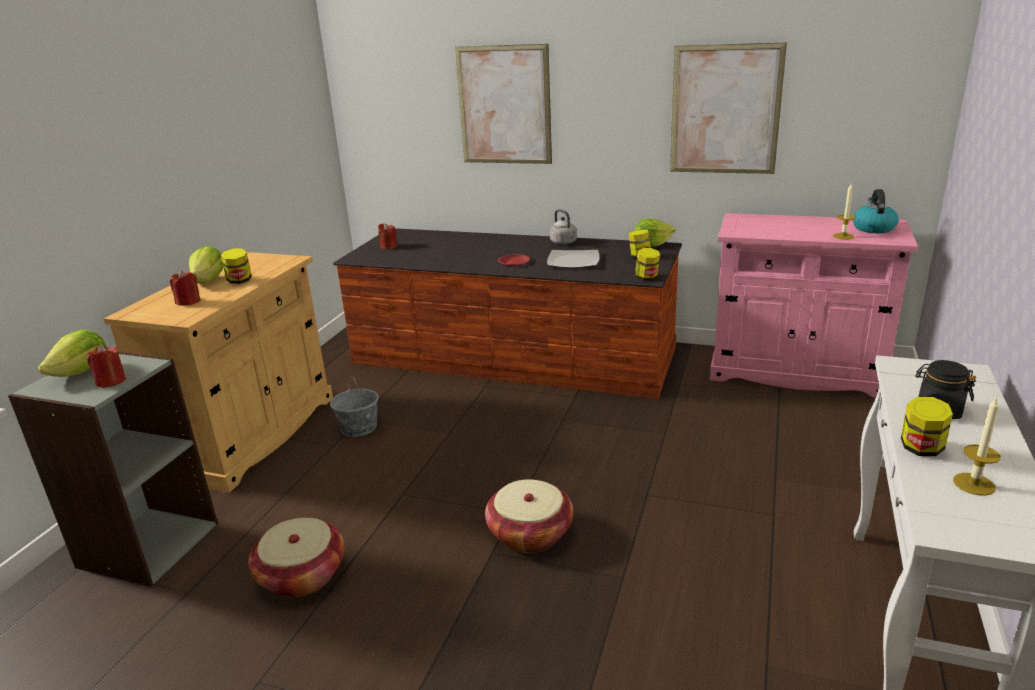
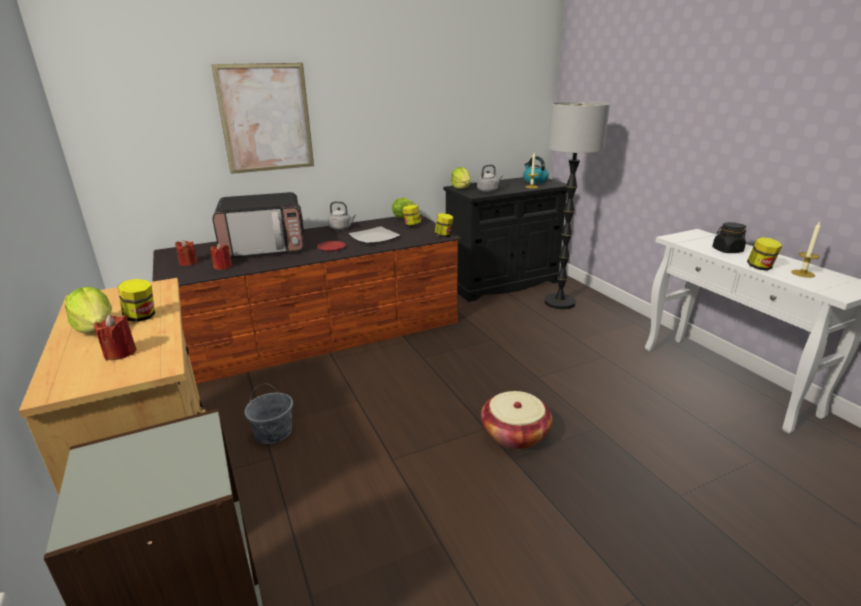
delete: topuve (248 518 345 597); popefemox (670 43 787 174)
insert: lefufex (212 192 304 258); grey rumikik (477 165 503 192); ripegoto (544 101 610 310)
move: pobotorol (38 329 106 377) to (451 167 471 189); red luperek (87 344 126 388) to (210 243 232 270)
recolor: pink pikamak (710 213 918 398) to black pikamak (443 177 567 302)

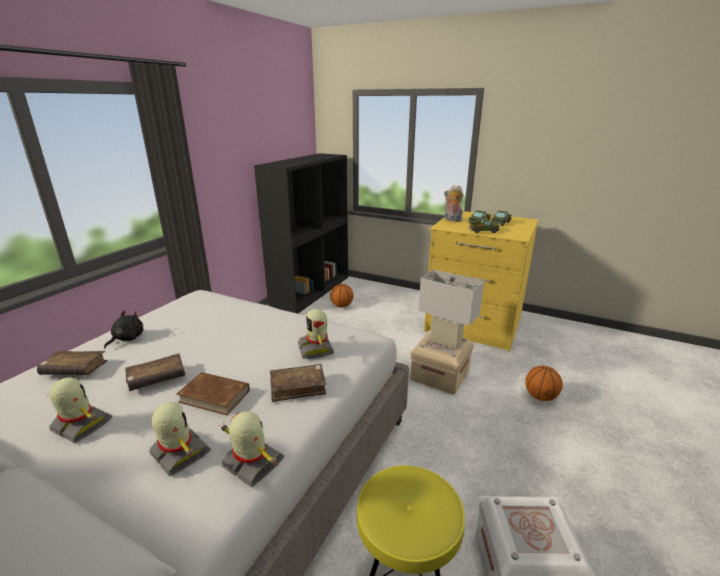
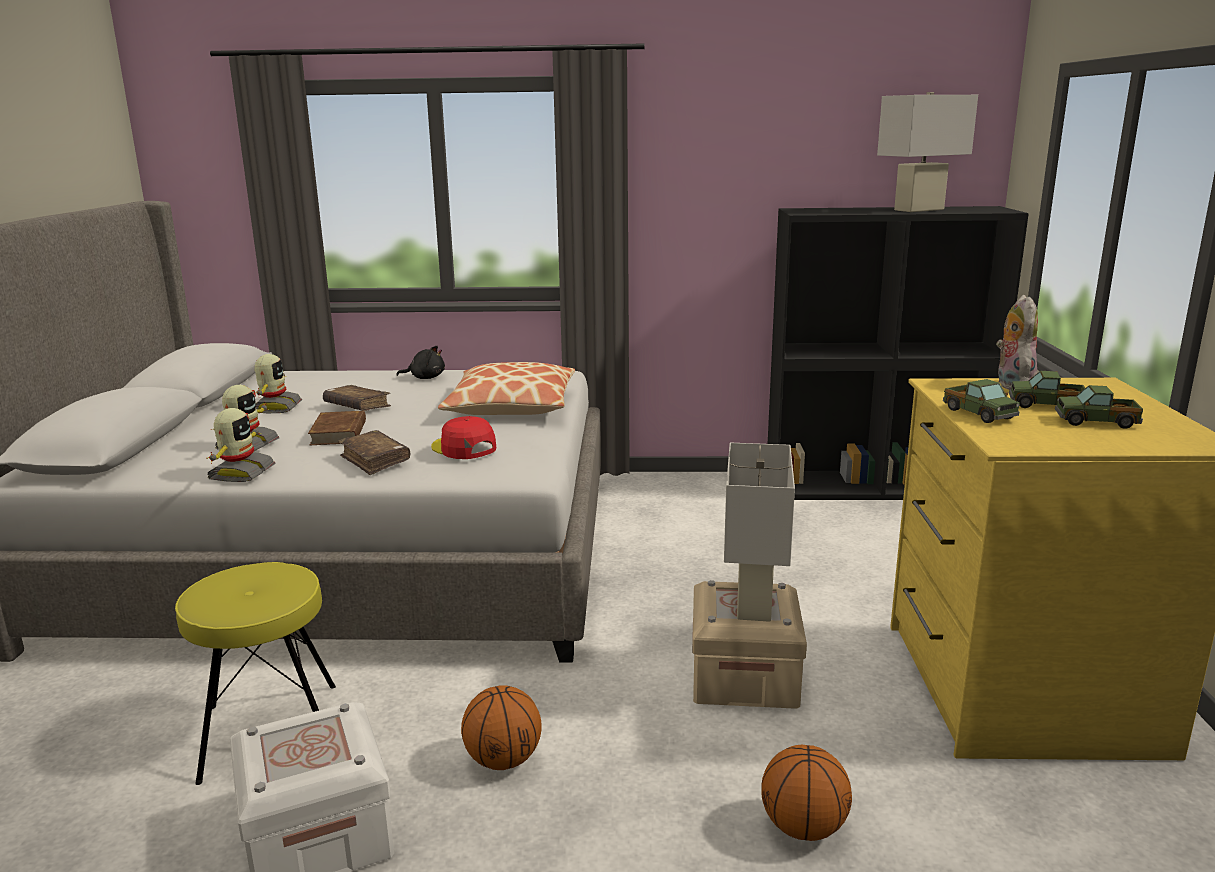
delete: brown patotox (37 351 108 375)
insert: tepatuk (438 362 575 415); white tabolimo (877 92 978 212)
move: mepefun (330 284 354 308) to (461 685 542 770)
replace: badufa (298 309 334 359) to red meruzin (431 416 496 459)

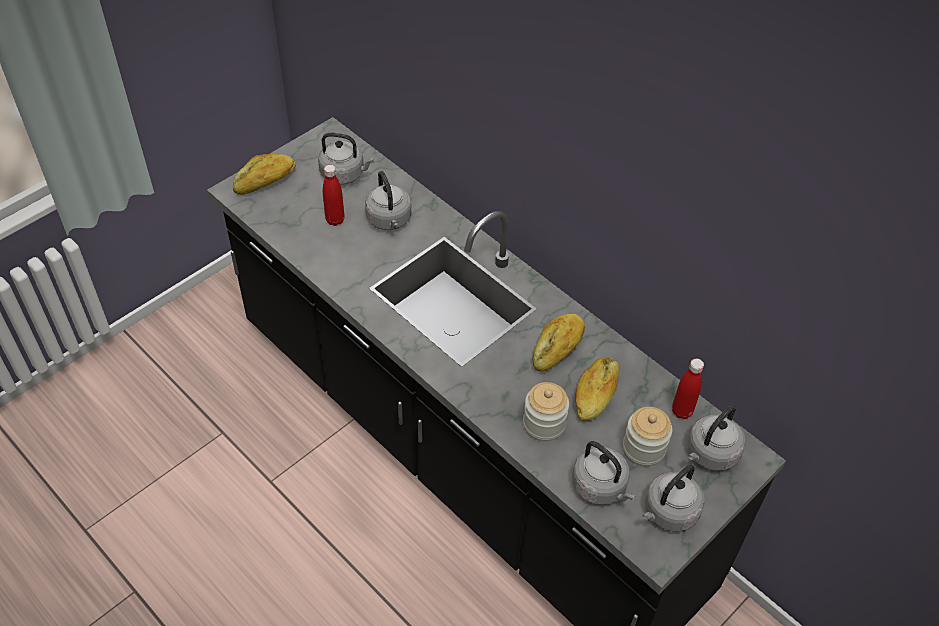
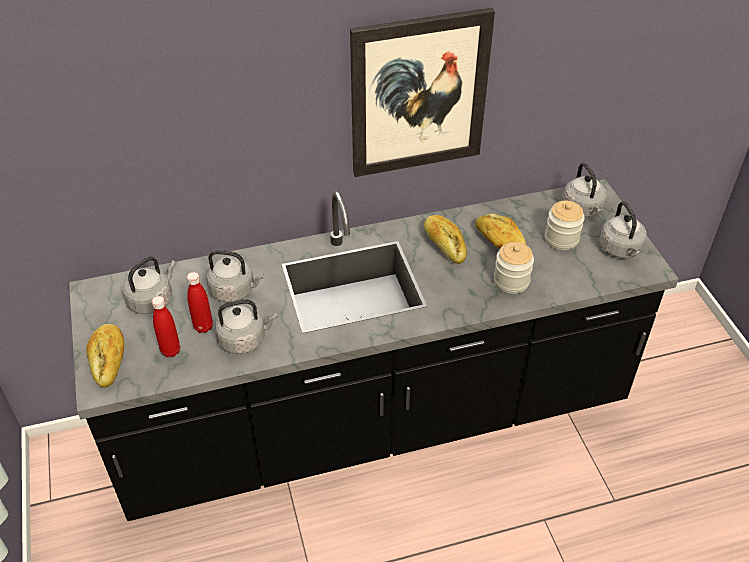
insert: popefemox (350 8 495 177)
move: grey rumikik (572 441 636 505) to (215 299 278 354); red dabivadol (672 359 704 419) to (152 296 180 357)

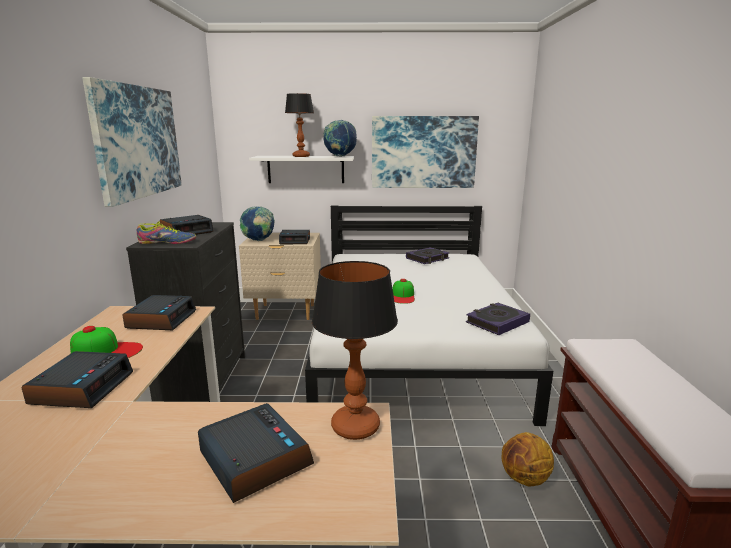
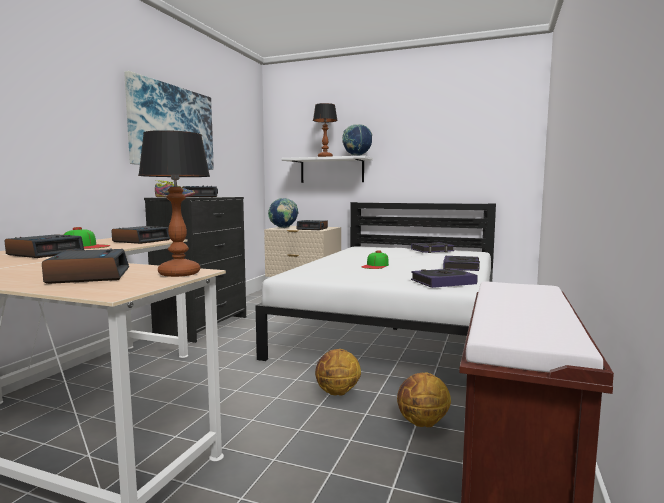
delete: popefemox (372 116 479 188)
insert: mepefun (315 349 361 396); patotox (443 256 480 271)

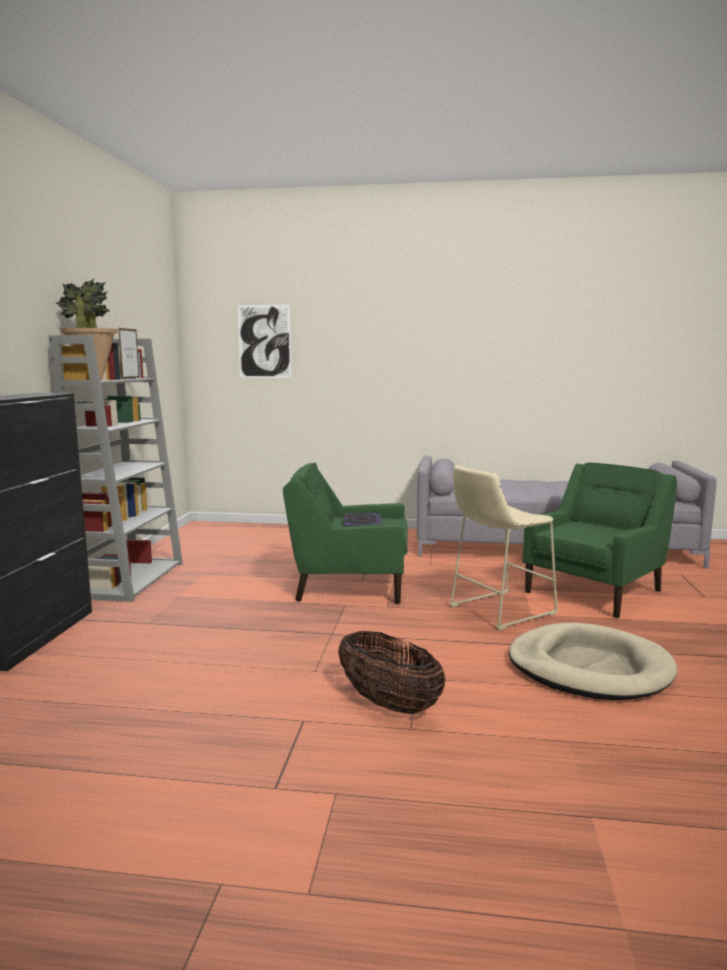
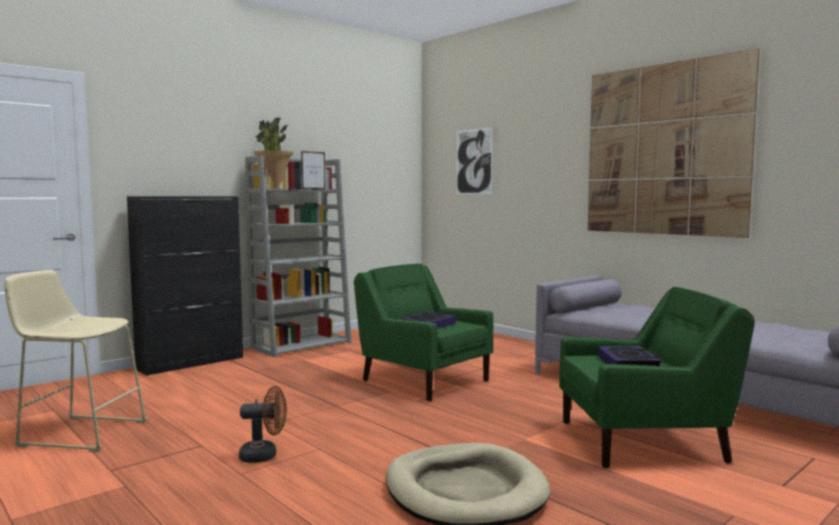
insert: popefemox (588 48 759 238); patotox (598 346 662 366)
move: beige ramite (449 465 558 631) to (4 270 147 452)
replace: topuve (338 631 446 714) to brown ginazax (239 386 287 463)

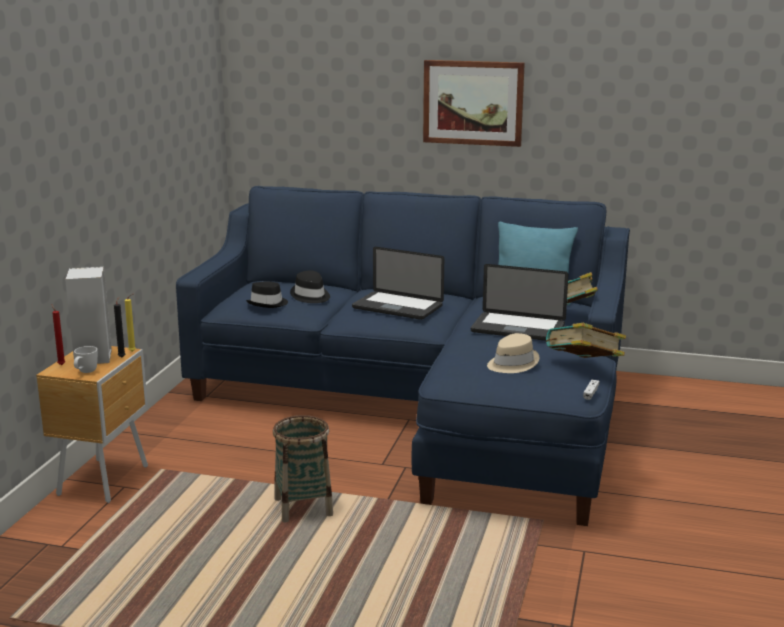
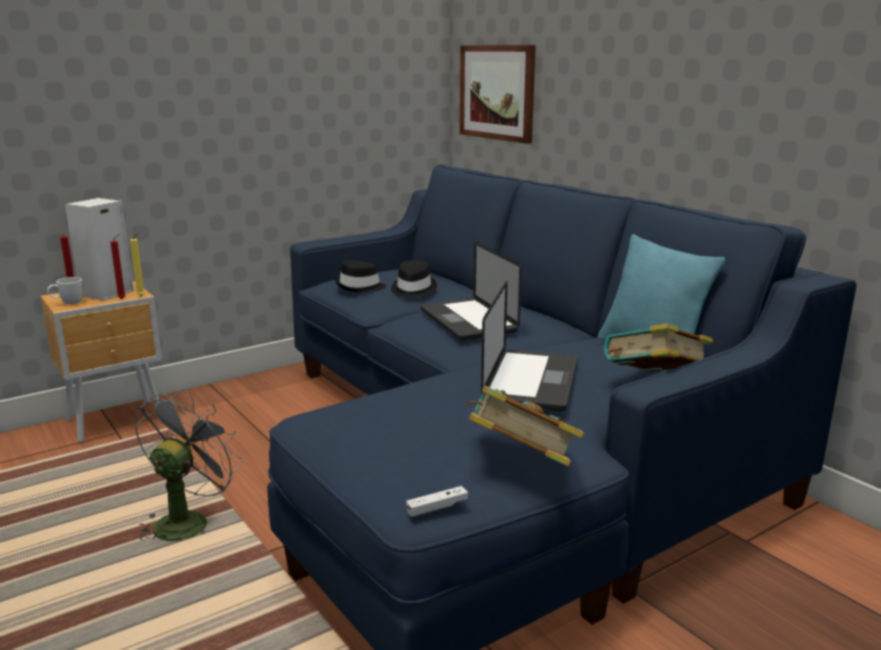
delete: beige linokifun (487 333 540 373)
move: popefemox (423 60 525 147) to (460 45 536 144)
replace: topuve (273 415 333 522) to grey ginazax (135 390 243 545)
recolor: black luperek (114 297 125 357) to red luperek (110 234 126 299)
rotate: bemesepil (471 264 569 341) = (481 281 578 411) 135 degrees counterclockwise

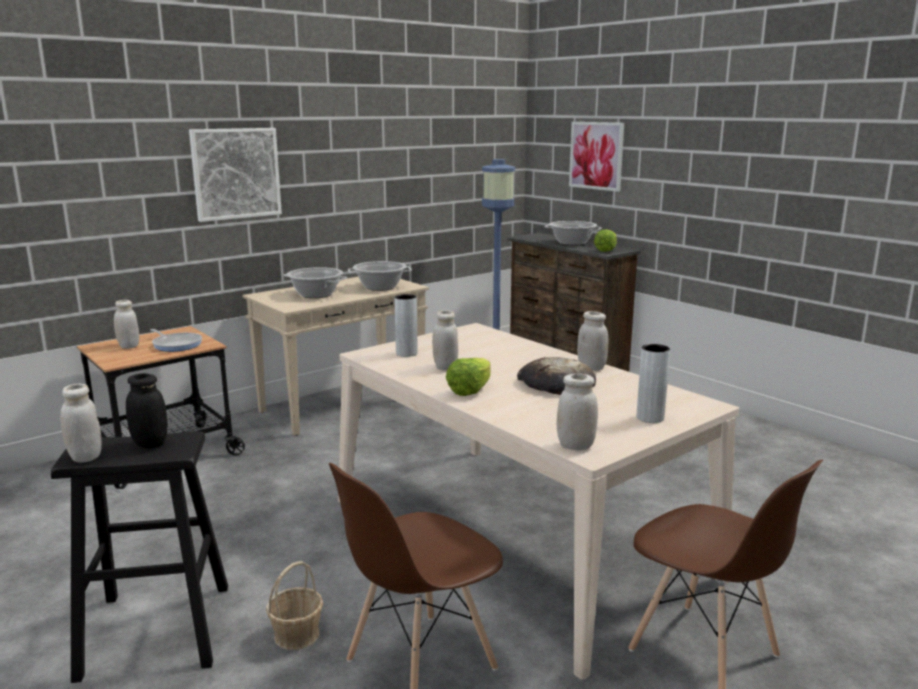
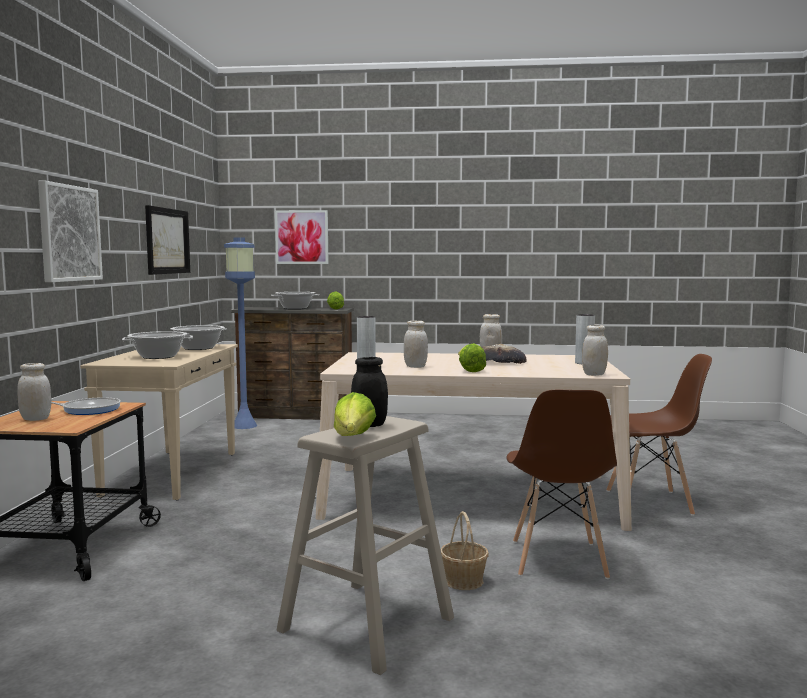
insert: popefemox (145 205 190 275)
replace: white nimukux (60 384 102 463) to pobotorol (334 392 376 436)
recolor: black ramite (51 431 228 683) to beige ramite (277 416 454 675)

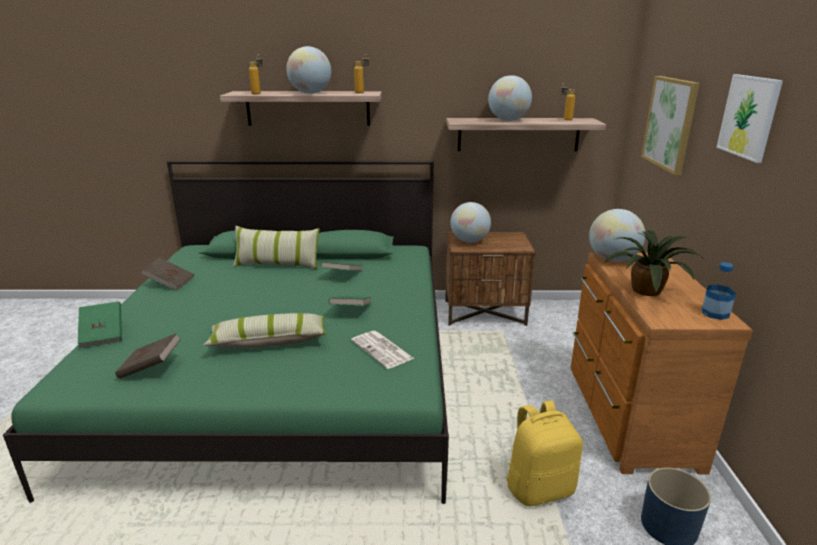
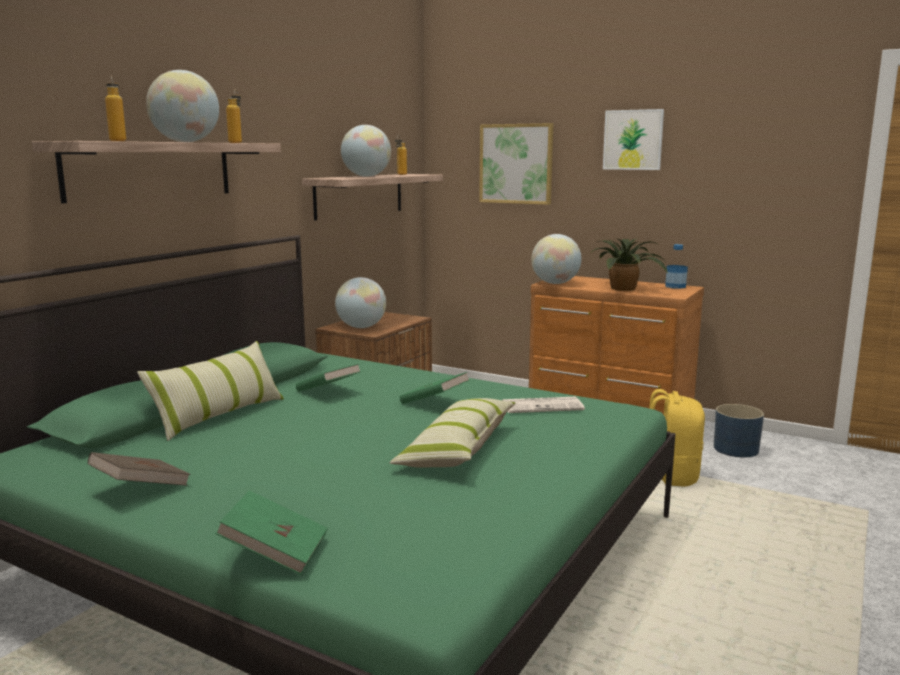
delete: brown patotox (115 333 181 379)

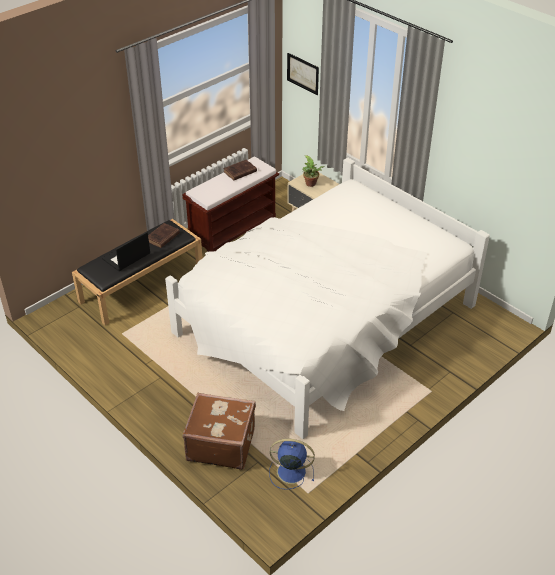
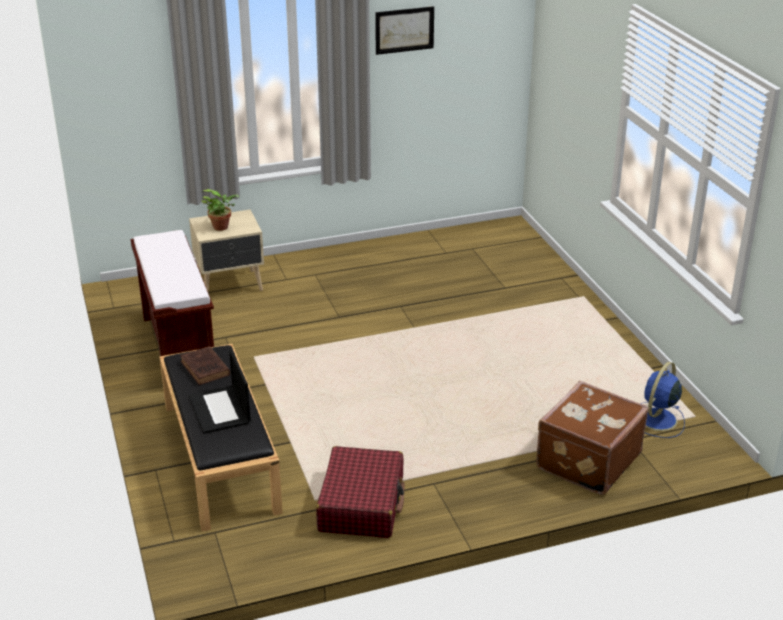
delete: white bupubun (165 158 490 439); brown patotox (223 160 257 180)
insert: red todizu (316 446 405 538)
move: popefemox (287 53 319 95) to (375 6 434 55)

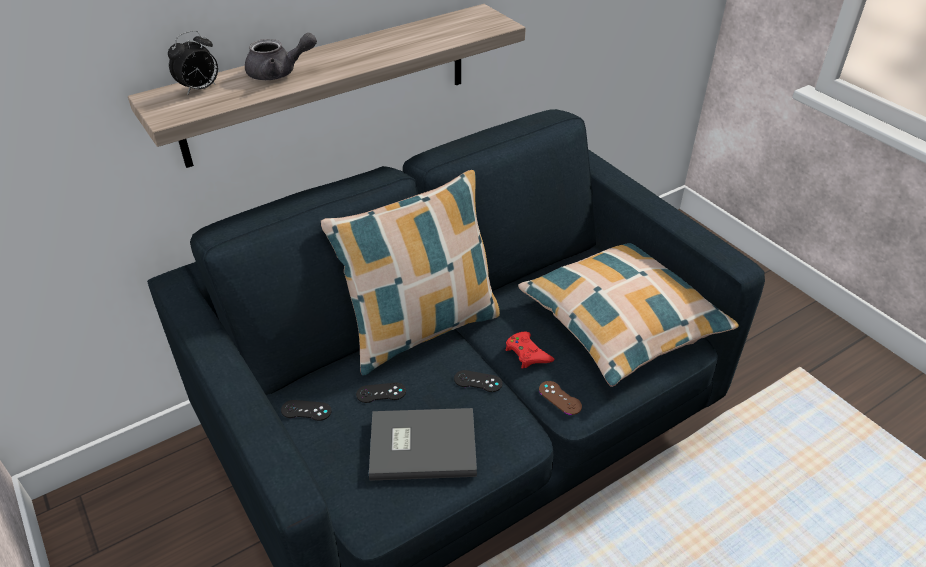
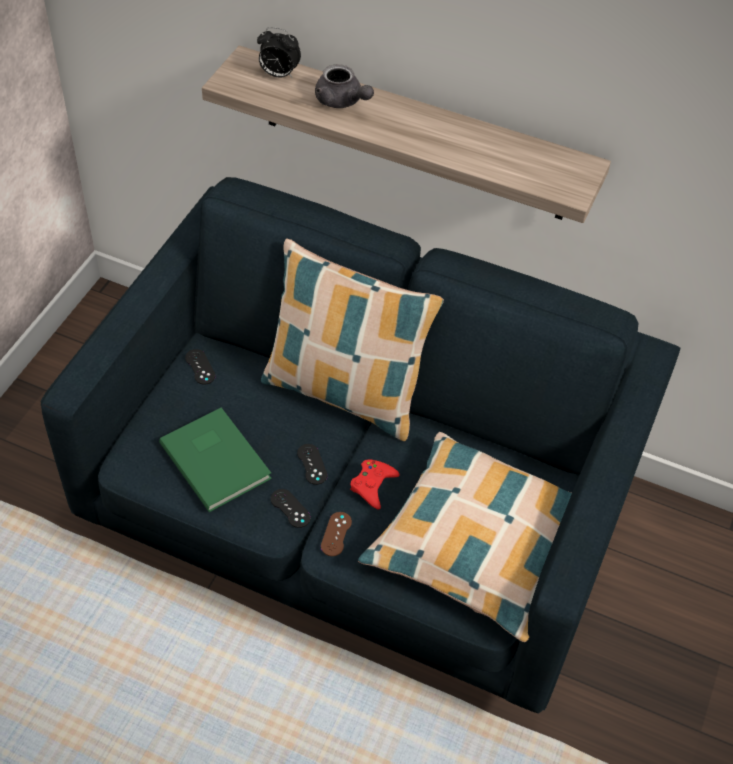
move: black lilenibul (356 383 406 403) to (271 489 311 528)
recolor: grey patotox (369 408 477 481) to green patotox (159 408 272 512)

